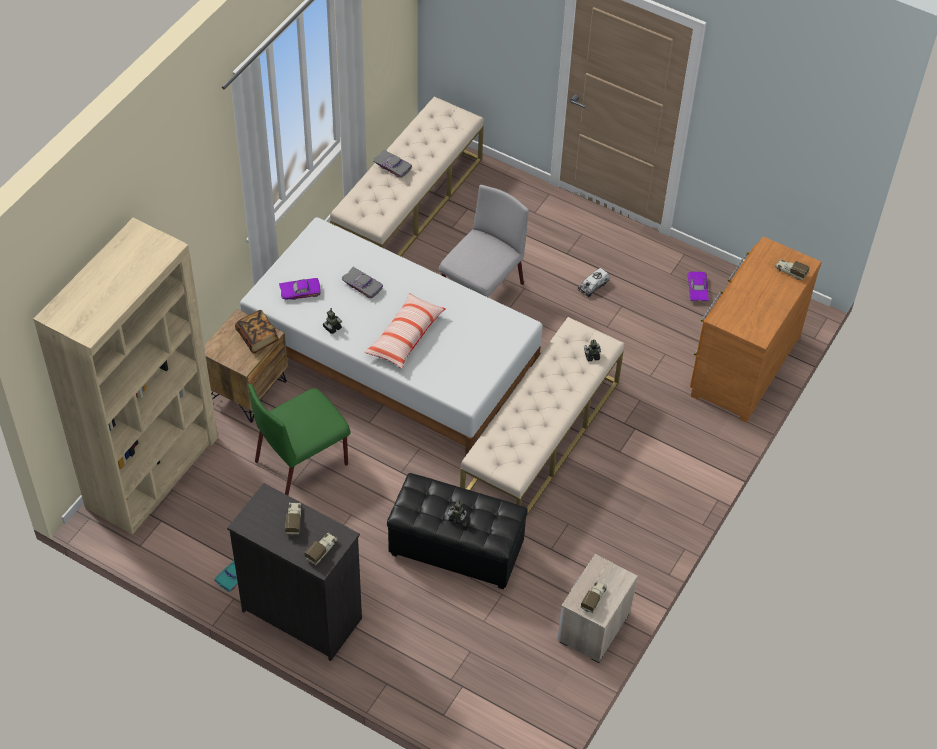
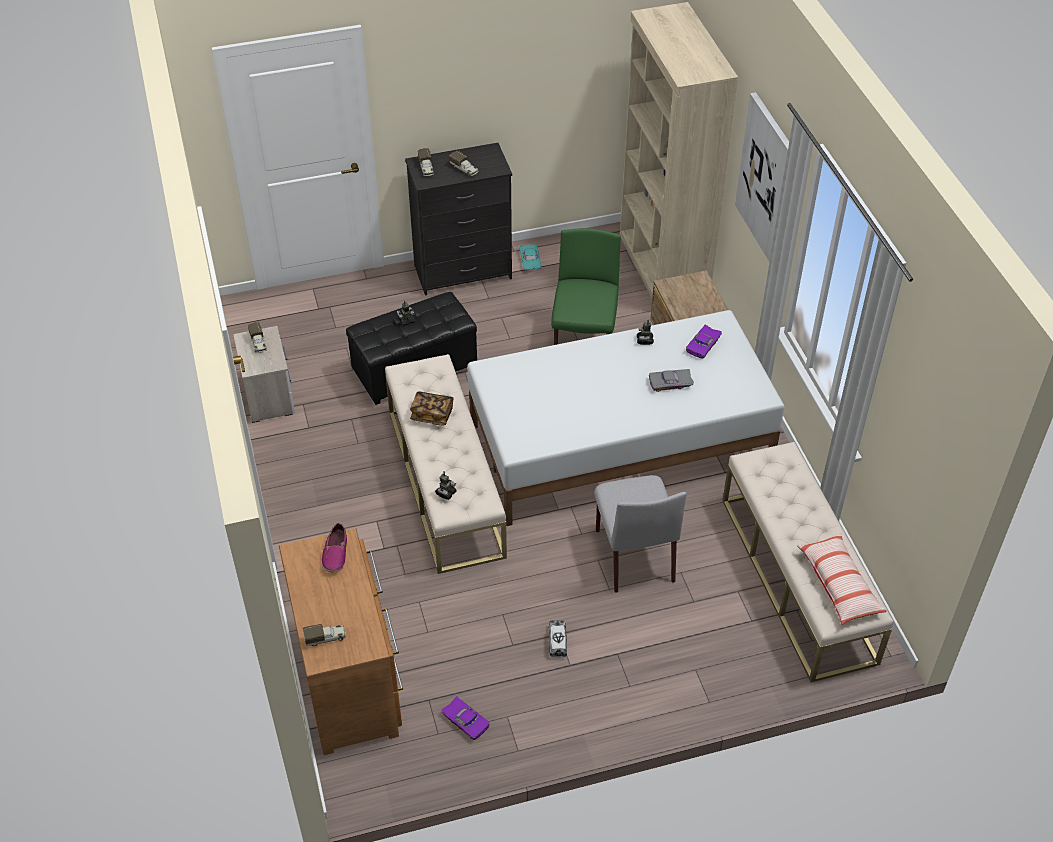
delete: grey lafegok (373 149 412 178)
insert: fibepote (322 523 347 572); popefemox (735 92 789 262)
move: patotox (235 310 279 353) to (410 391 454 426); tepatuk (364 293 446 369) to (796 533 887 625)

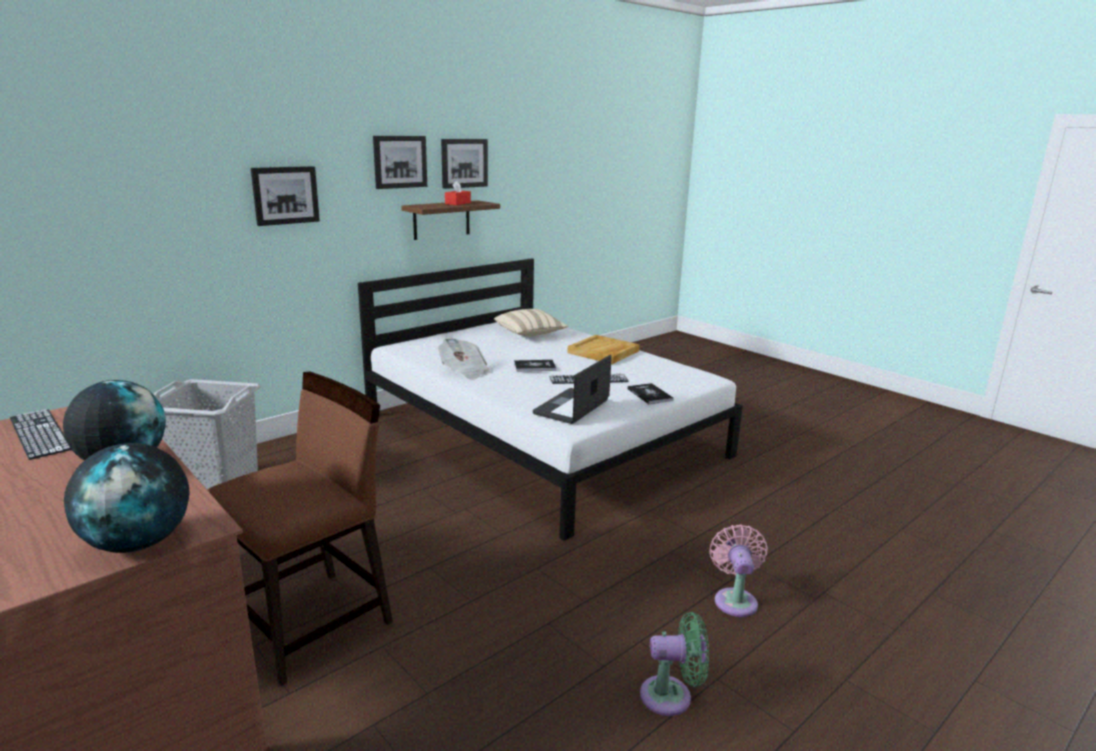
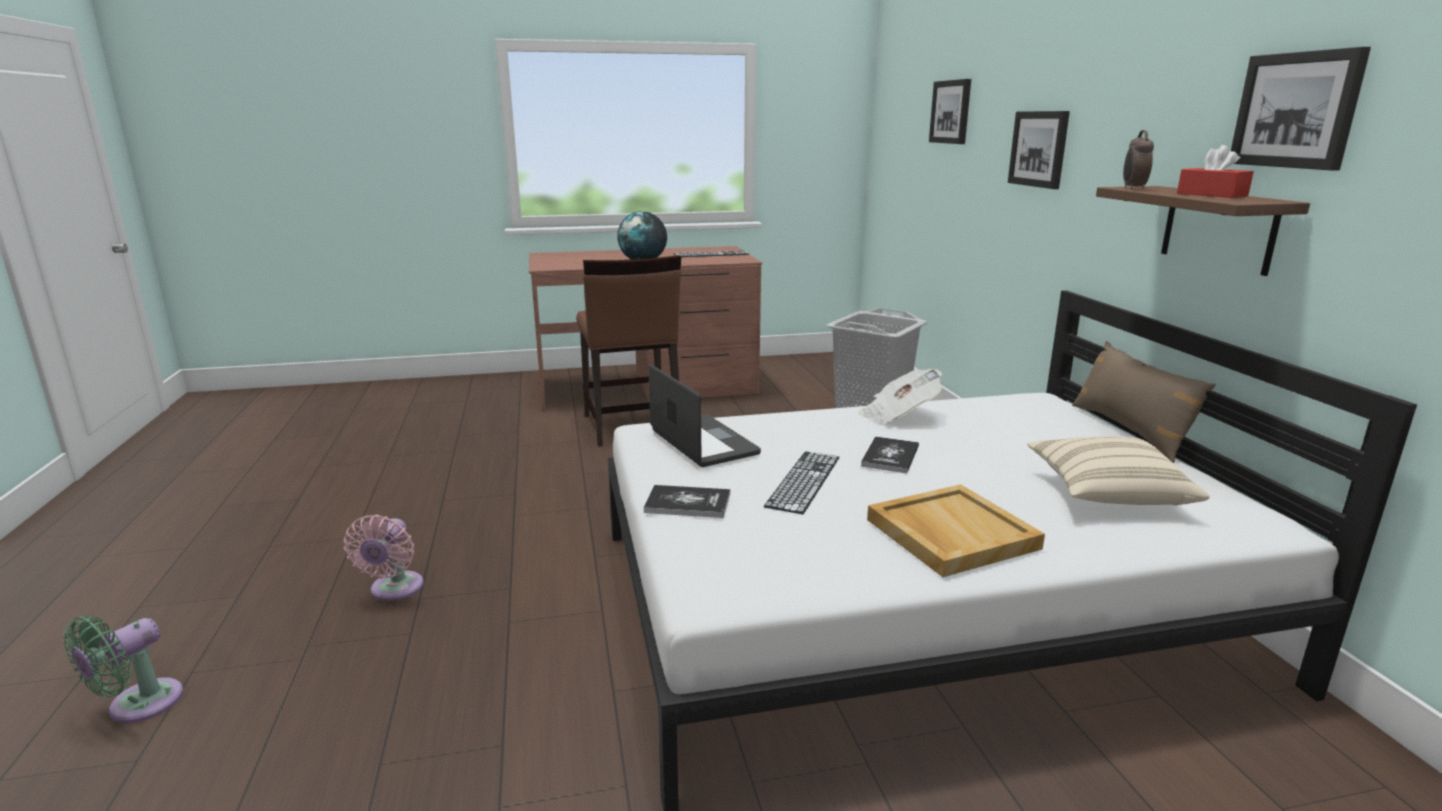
delete: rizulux (64 443 190 553)
insert: brown tepatuk (1072 341 1216 462); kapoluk (1123 130 1154 190)
move: popefemox (373 136 427 189) to (929 79 971 144); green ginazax (640 612 709 716) to (63 615 183 723)
rotate: pink ginazax (709 524 768 617) = (344 515 424 601) 60 degrees clockwise

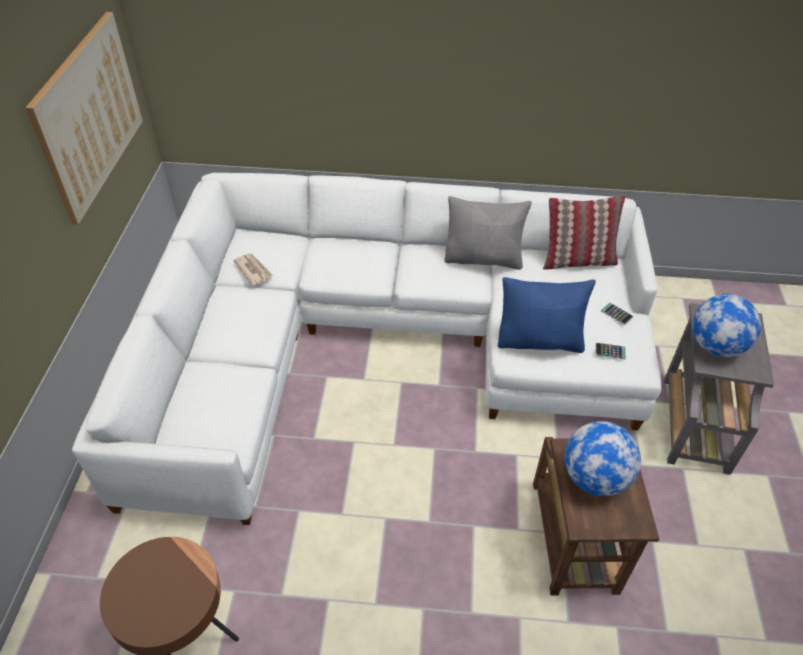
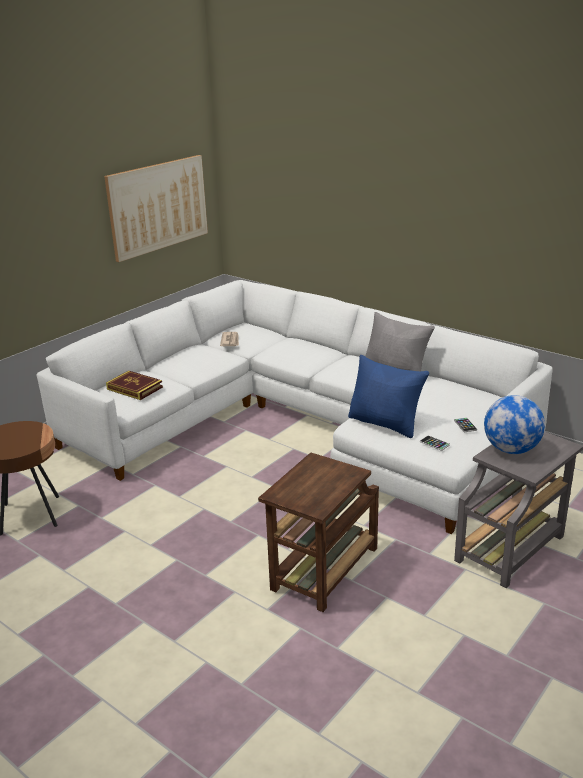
delete: tepatuk (543 195 625 270); rizulux (565 421 641 496)
insert: patotox (106 371 163 400)

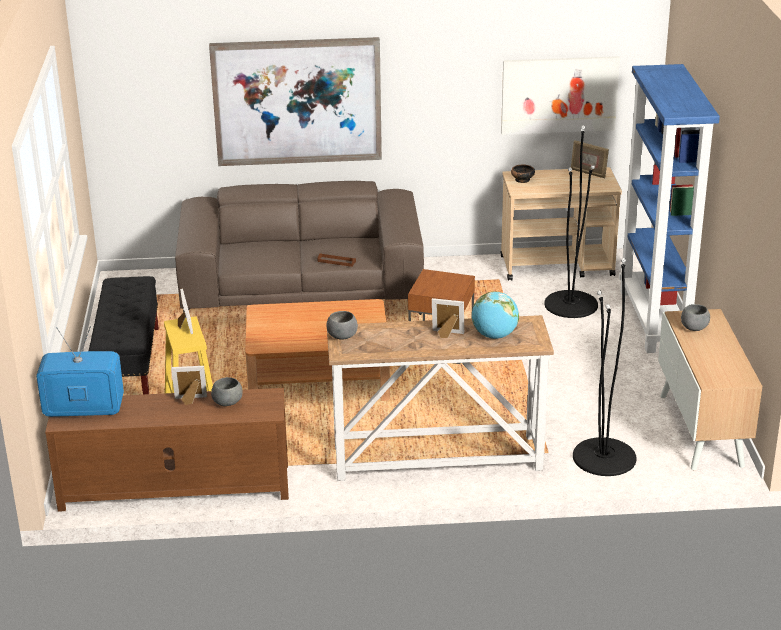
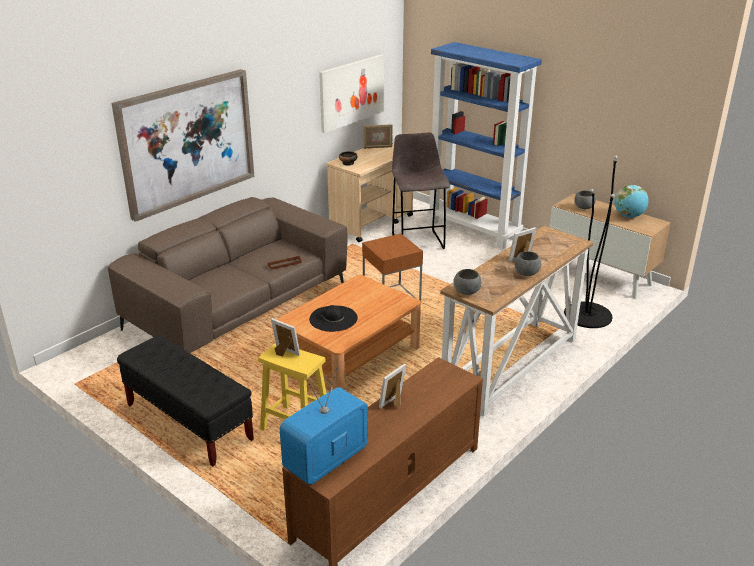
insert: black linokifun (309 305 358 332)
move: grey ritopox (211 377 243 406) to (515 251 541 276); rizulux (472 291 519 339) to (615 185 649 218)
replace: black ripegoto (544 126 598 318) to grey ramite (392 132 450 249)

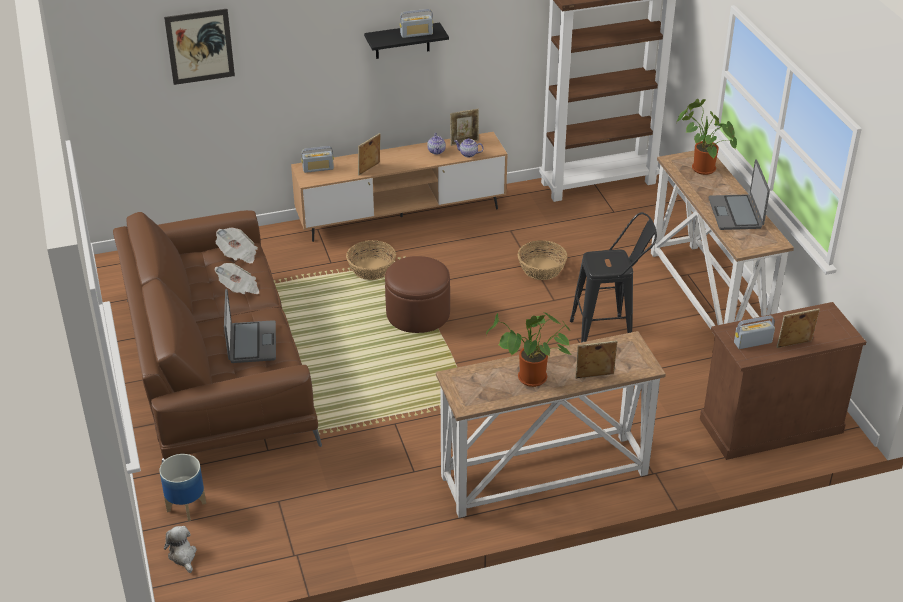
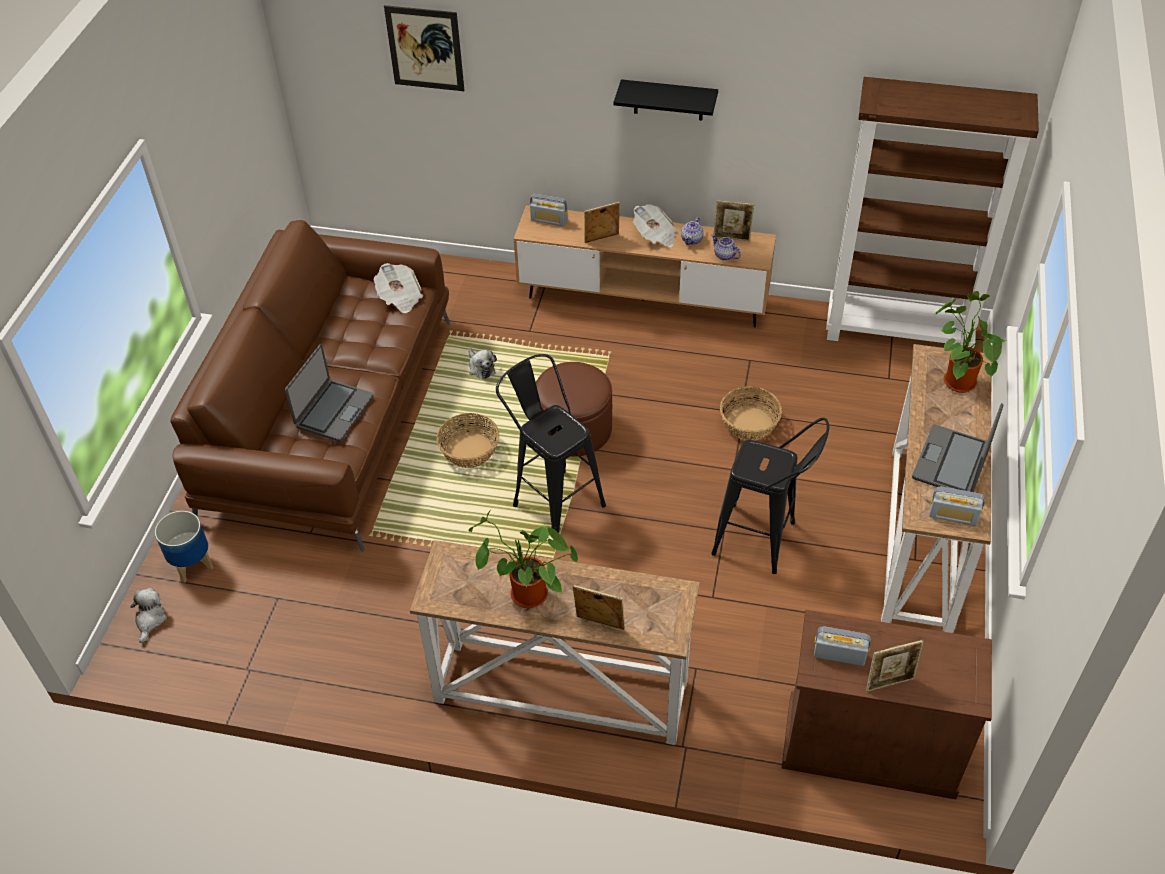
insert: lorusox (469 348 497 379); black ramite (496 354 606 533)
move: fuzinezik (215 263 259 294) to (633 204 677 248); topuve (346 240 396 280) to (437 413 499 468); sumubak (400 9 433 38) to (929 487 985 526)
rotate: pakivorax (777 308 820 348) = (866 640 924 692) 150 degrees clockwise

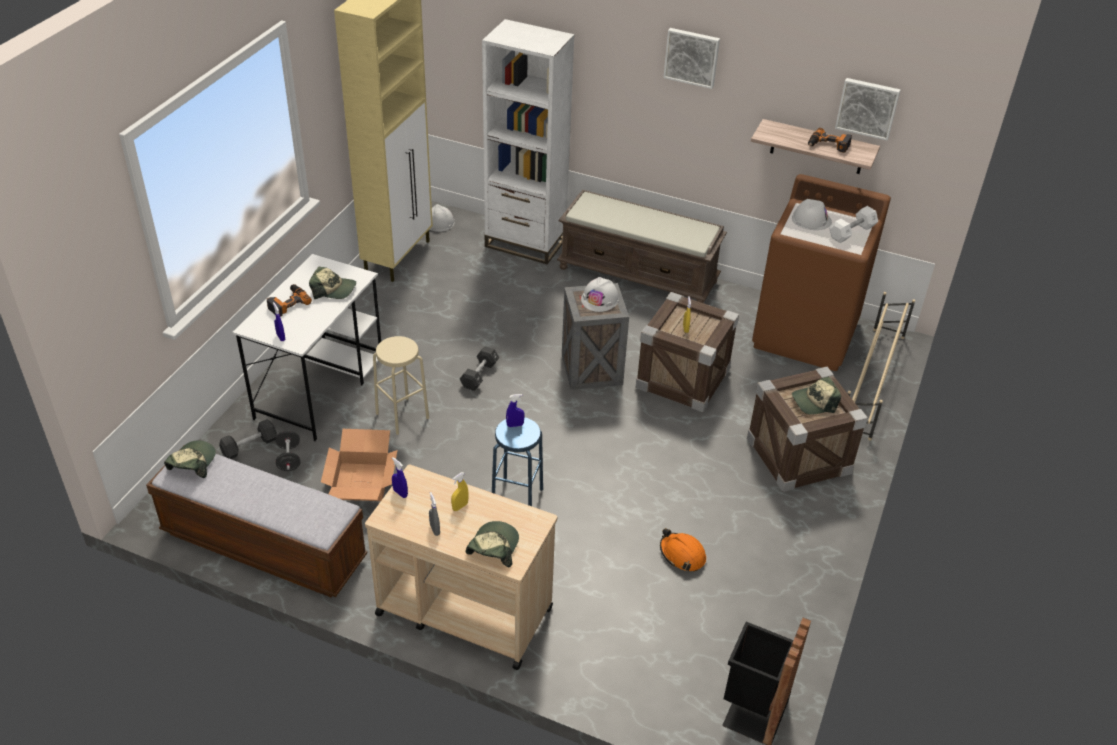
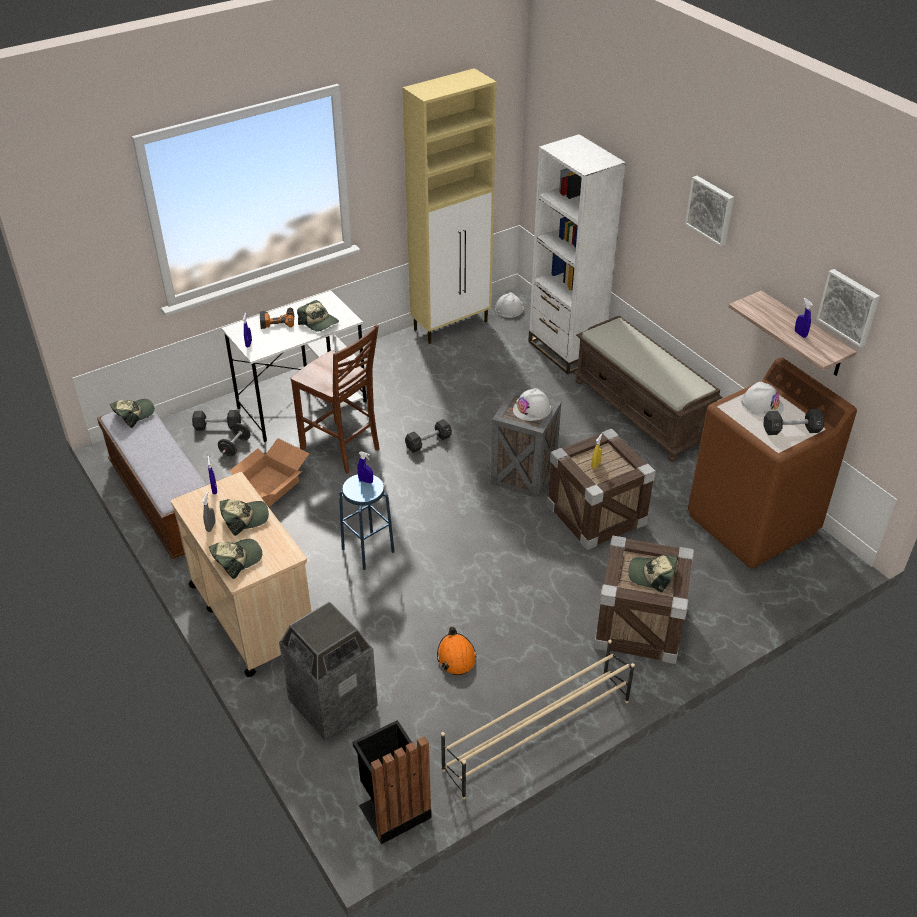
insert: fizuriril (279 601 378 741)
move: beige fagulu (848 292 915 441) to (441 640 635 799)
replace: beige ramite (373 336 429 435) to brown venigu (290 325 380 474); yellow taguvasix (451 472 469 511) to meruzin (220 499 269 536); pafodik (808 128 852 153) to blue taguvasix (795 298 813 338)
recolor: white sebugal (829 206 878 243) to black sebugal (764 409 824 435)

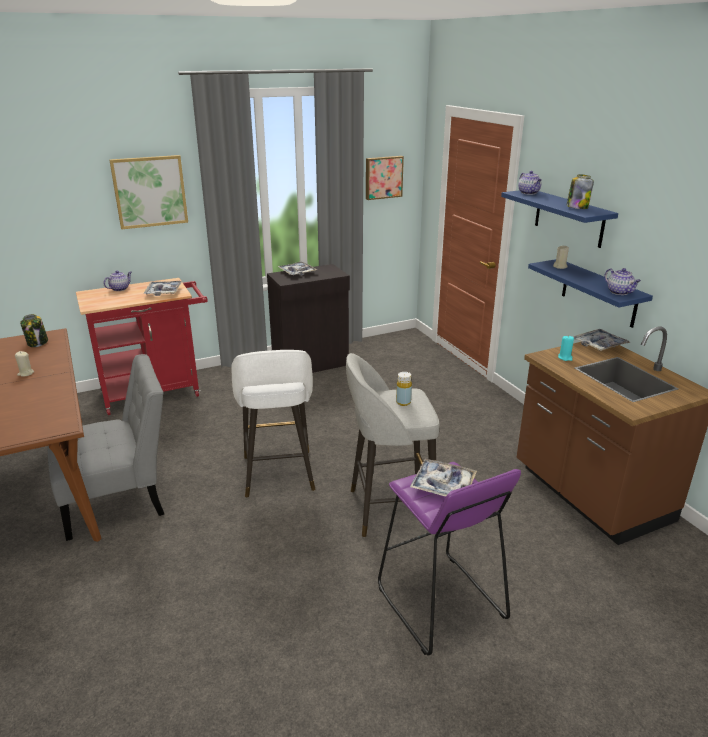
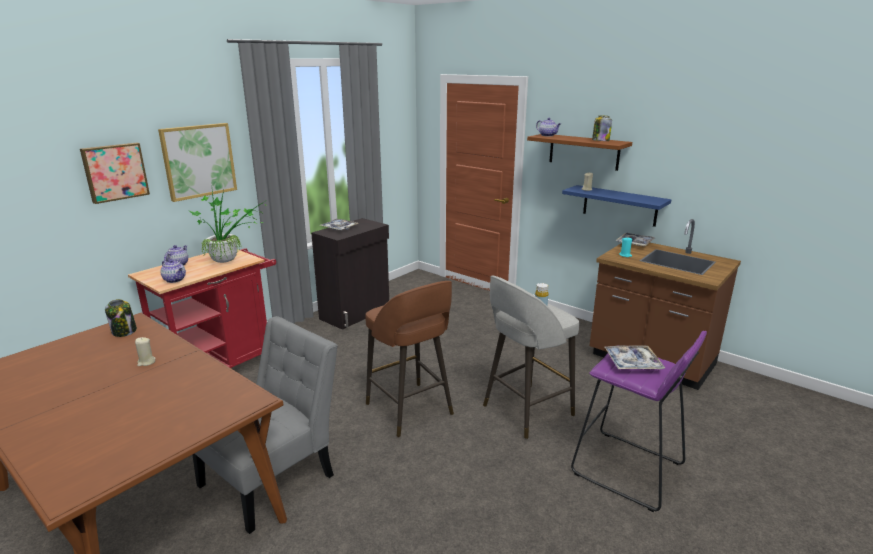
move: popefemox (366 156 404 200) to (80 143 150 204); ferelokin (604 268 641 295) to (161 259 186 283)
replace: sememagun (143 281 182 296) to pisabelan (188 181 267 263)
recolor: white ramite (231 350 316 498) to brown ramite (365 281 454 437); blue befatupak (501 190 618 248) to brown befatupak (527 134 632 171)

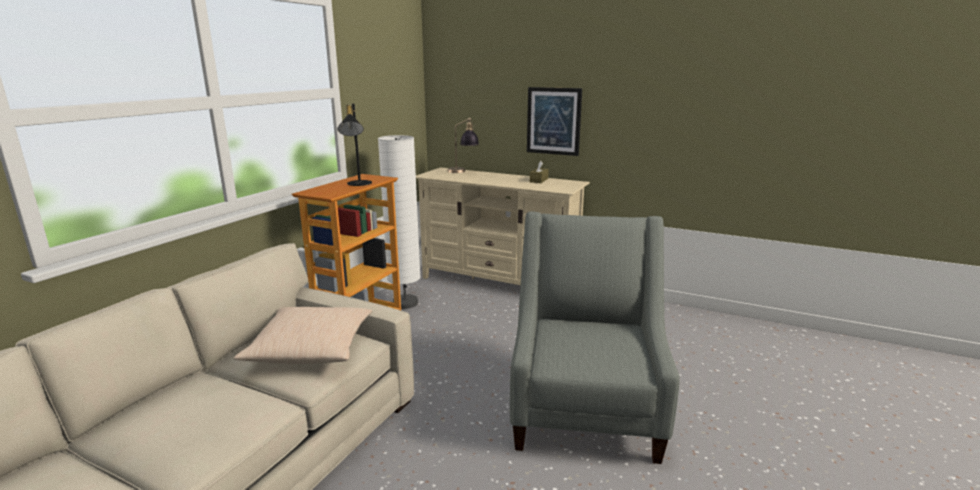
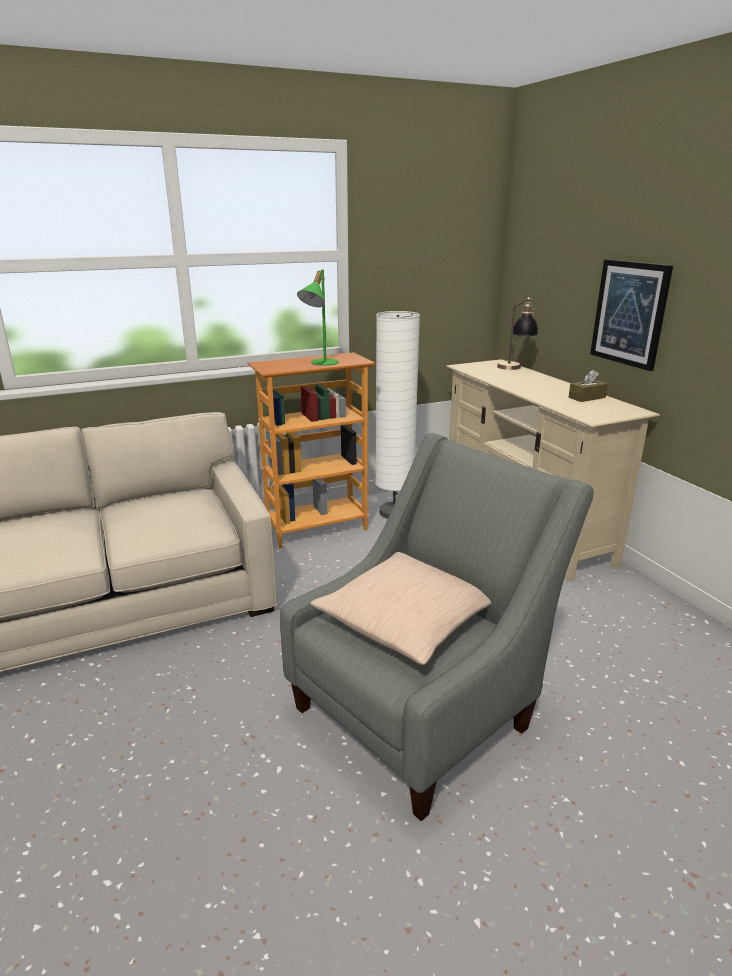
move: beige tepatuk (234 307 372 364) to (310 552 491 665)
recolor: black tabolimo (337 104 372 186) to green tabolimo (297 269 339 366)

